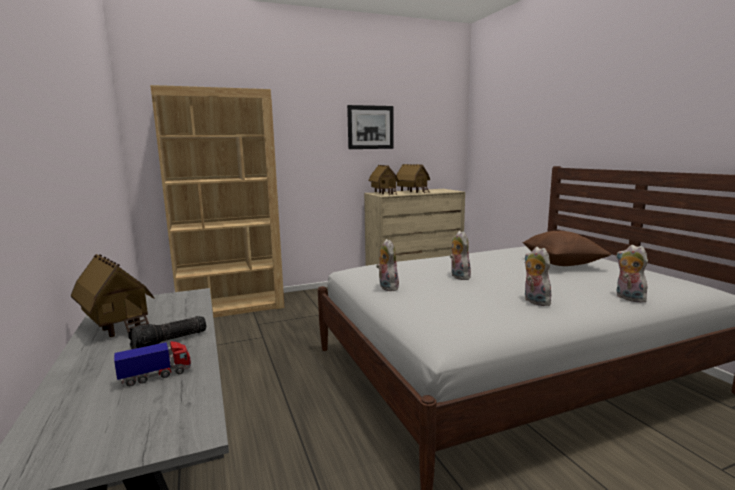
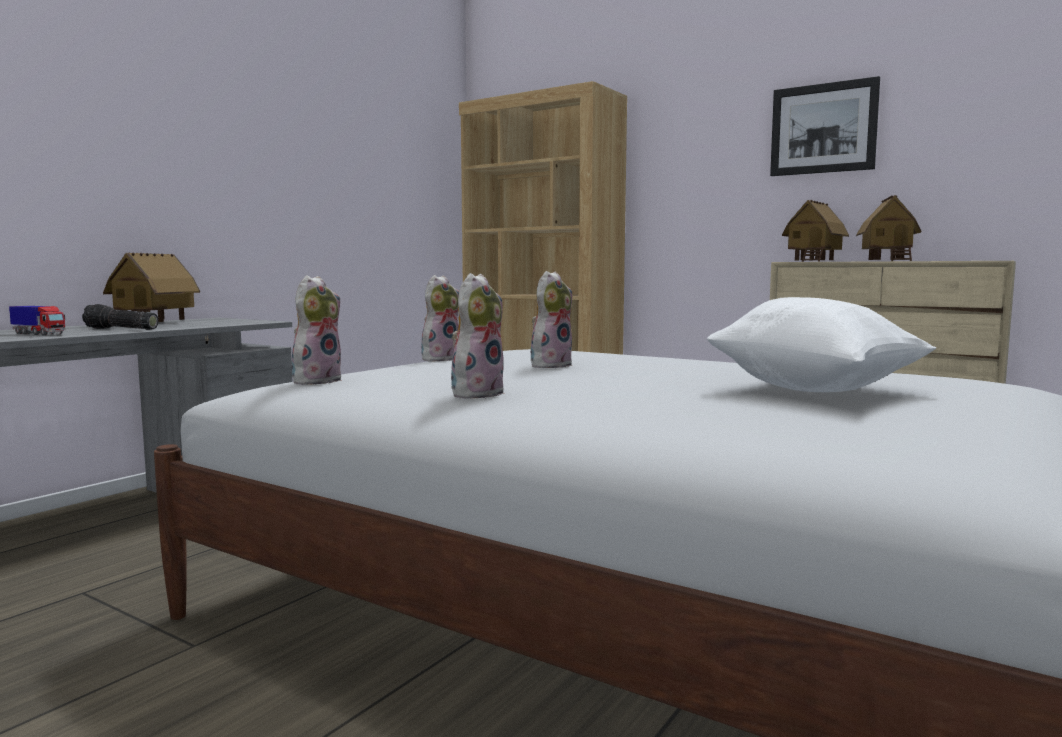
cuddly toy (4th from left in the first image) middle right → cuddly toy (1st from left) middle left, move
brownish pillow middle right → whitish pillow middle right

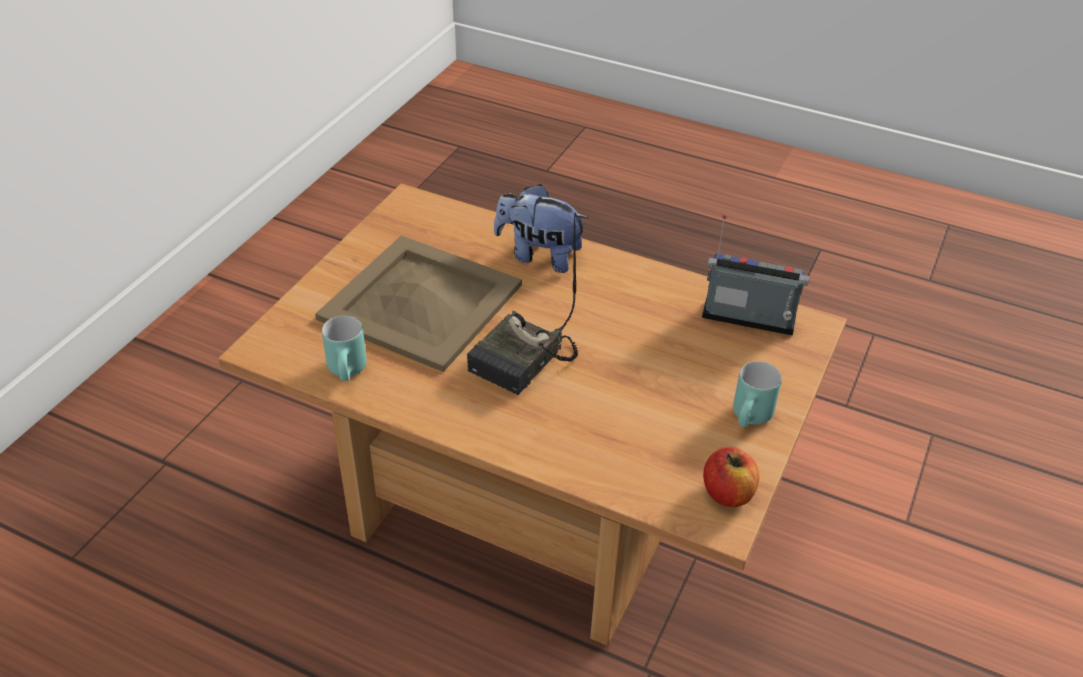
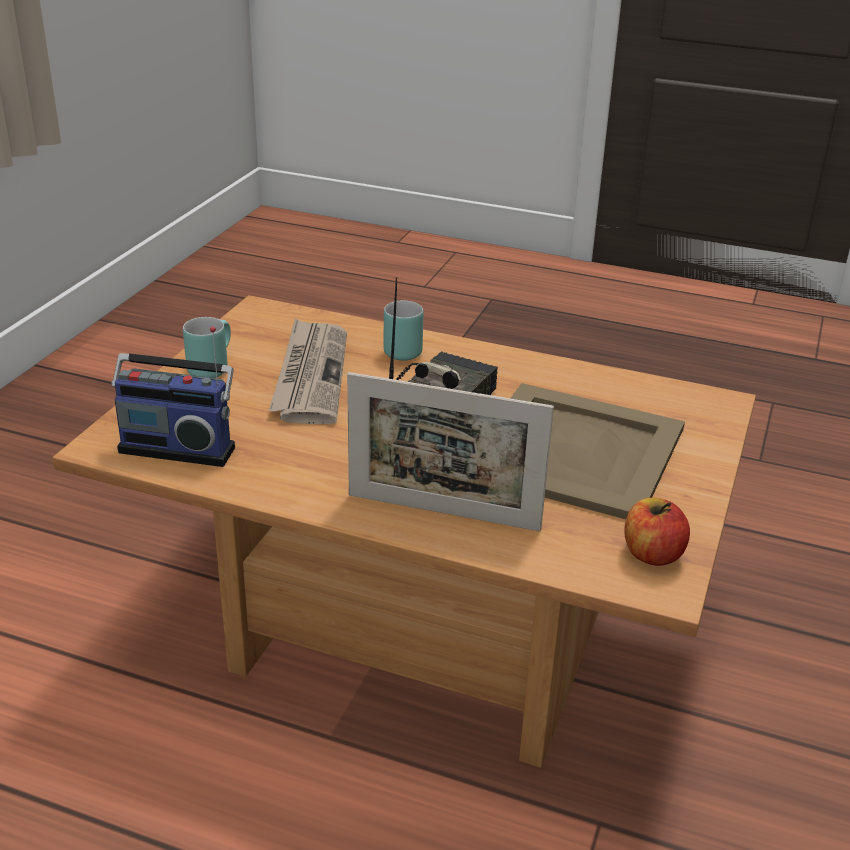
- → printed paper centre
blue-green tea mug (1st from left in the first image) middle left → blue-green tea mug (2nd from left) centre, move
whole apple bottom right → whole apple middle right, move
cuddly toy centre → photo frame centre

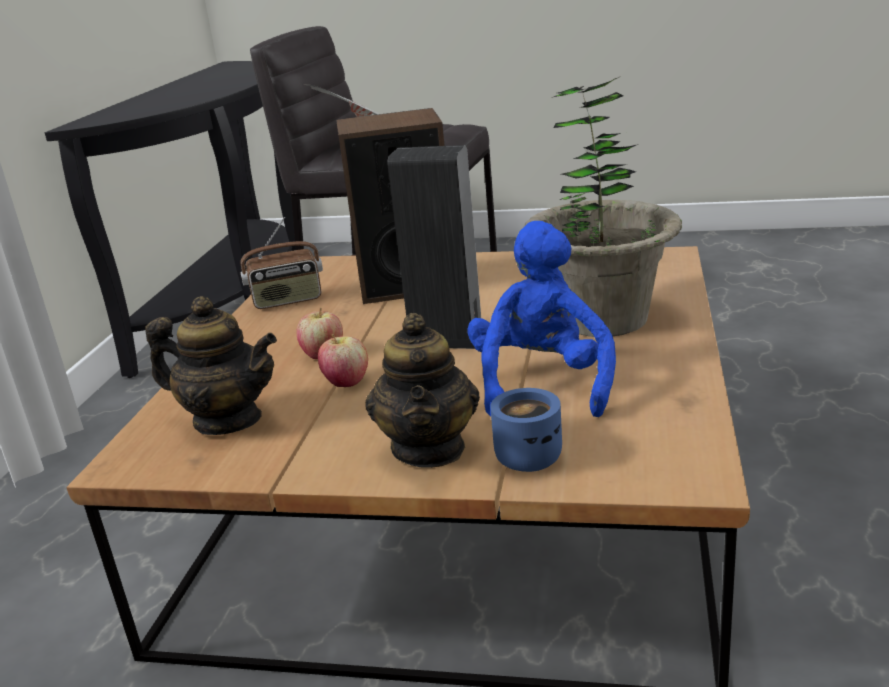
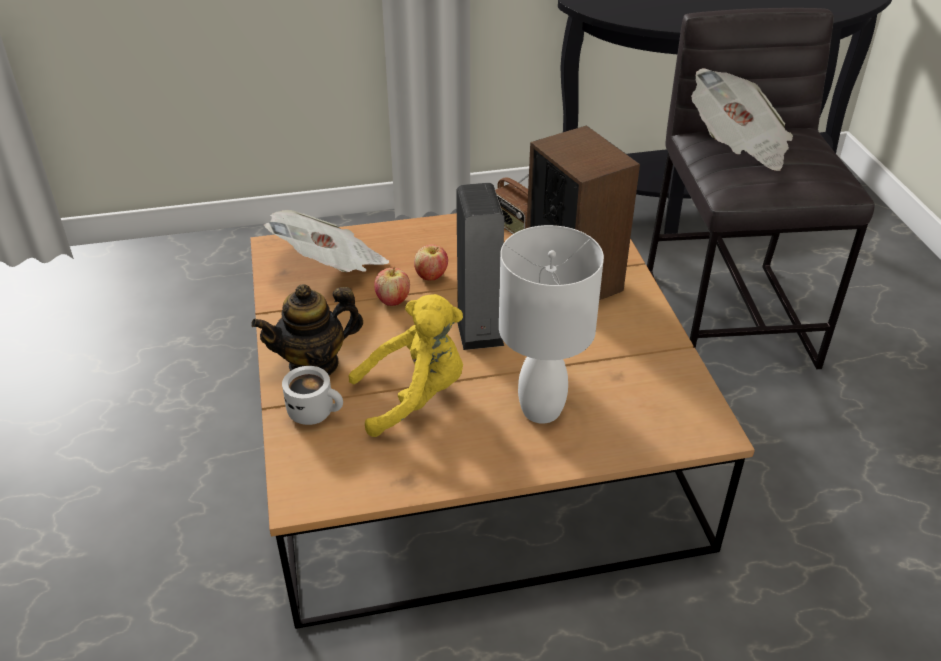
pot for tea (1st from left) middle left → printed paper (1st from left) centre
potted plant top right → whitish tabletop lamp centre
bluish cuddly toy centre → yellow cuddly toy centre
bluish tea mug centre → whitish tea mug middle left

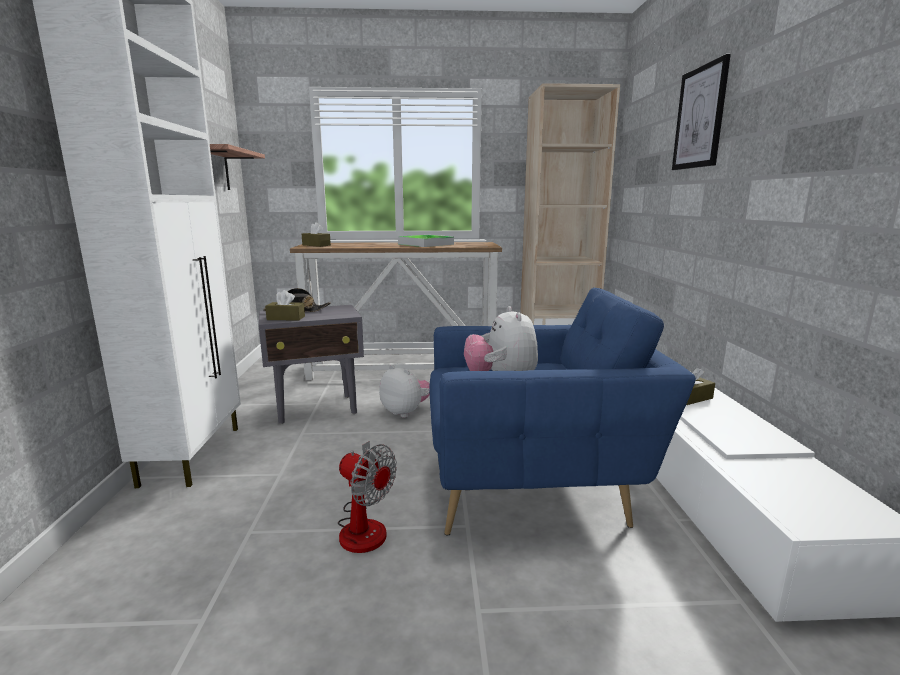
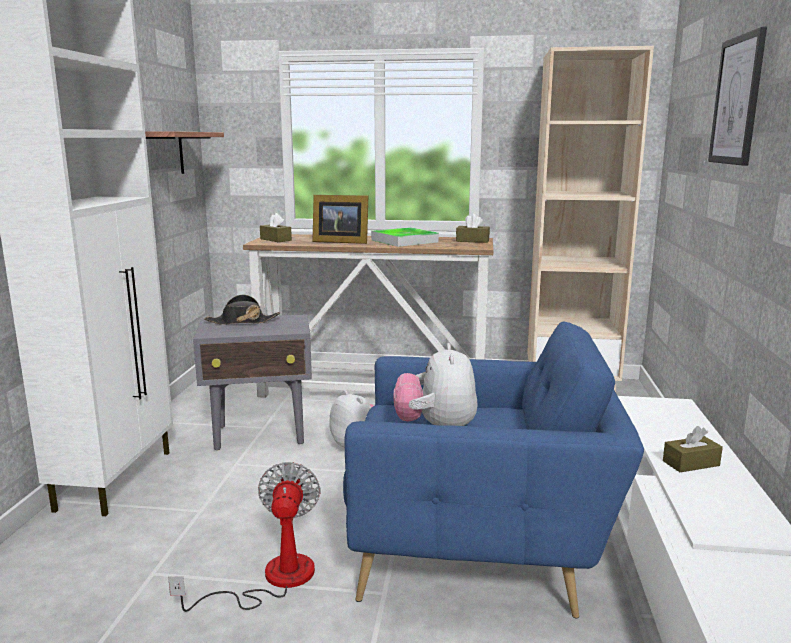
- → photo frame centre
brownish tissue holder (1st from left in the first image) middle left → brownish tissue holder (2nd from left) centre, move
electric fan bottom centre → electric fan bottom left, 135 degrees counterclockwise

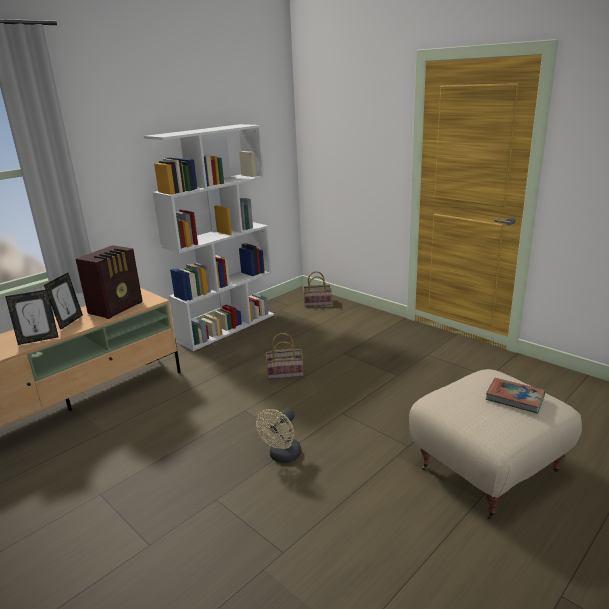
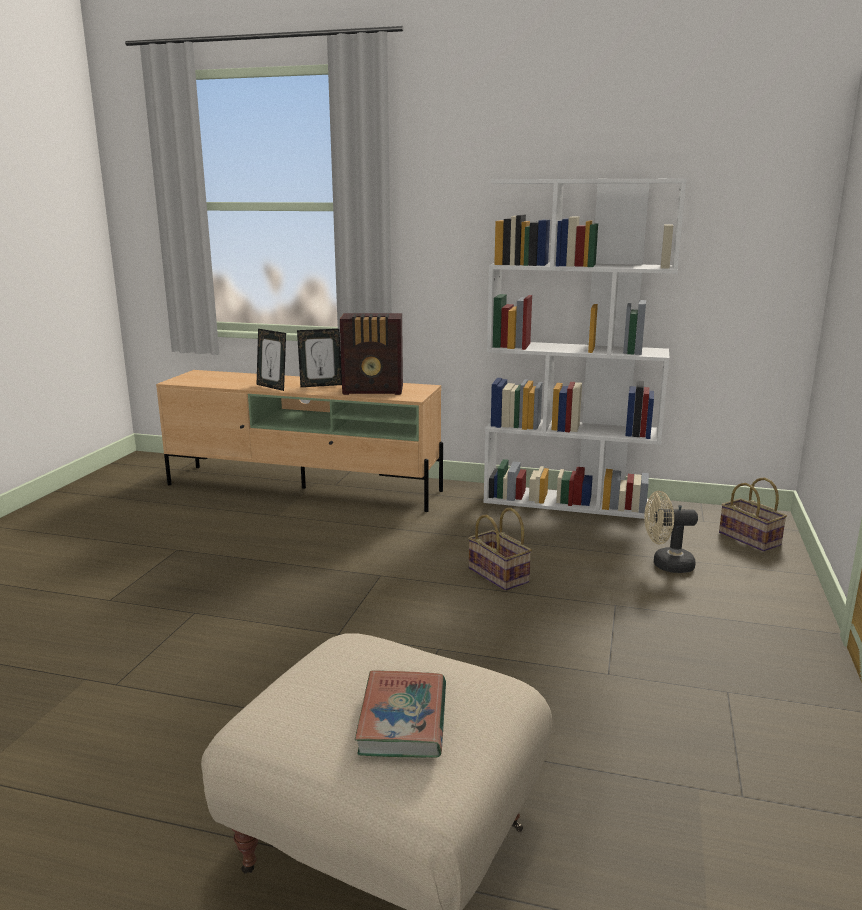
sand-coloured electric fan bottom centre → sand-coloured electric fan middle right, move

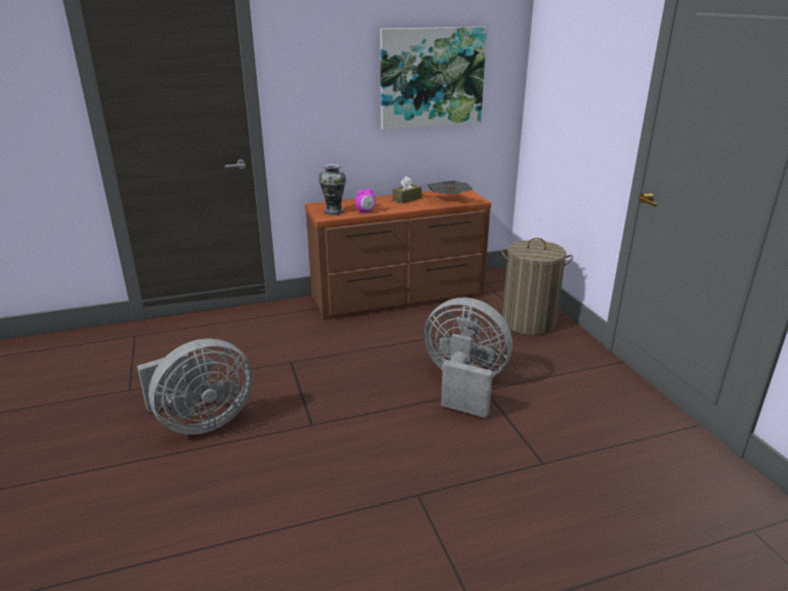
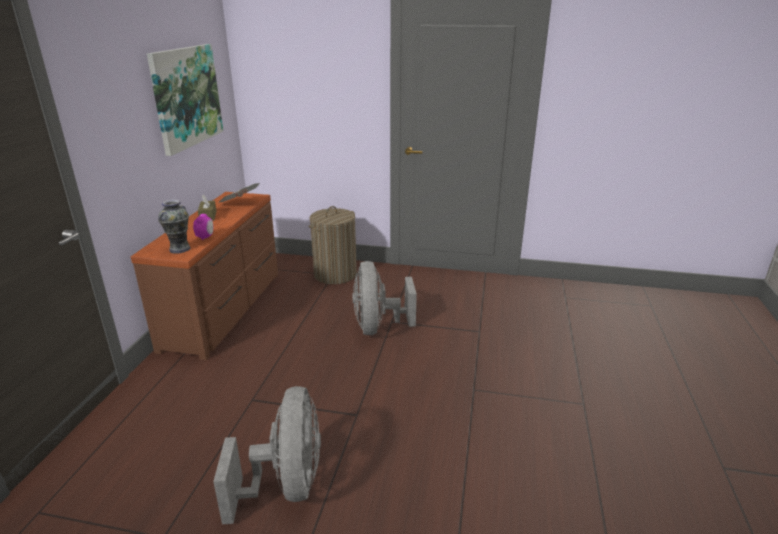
gray electric fan (2nd from left) centre, 60 degrees counterclockwise

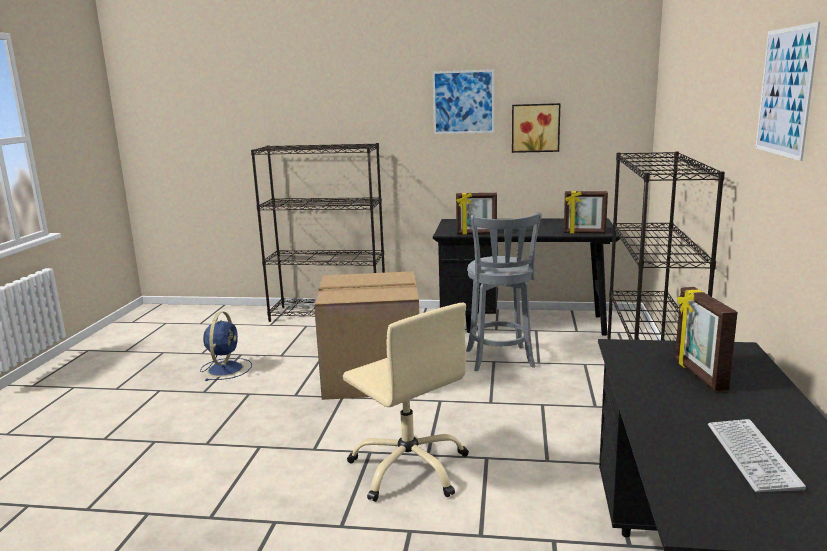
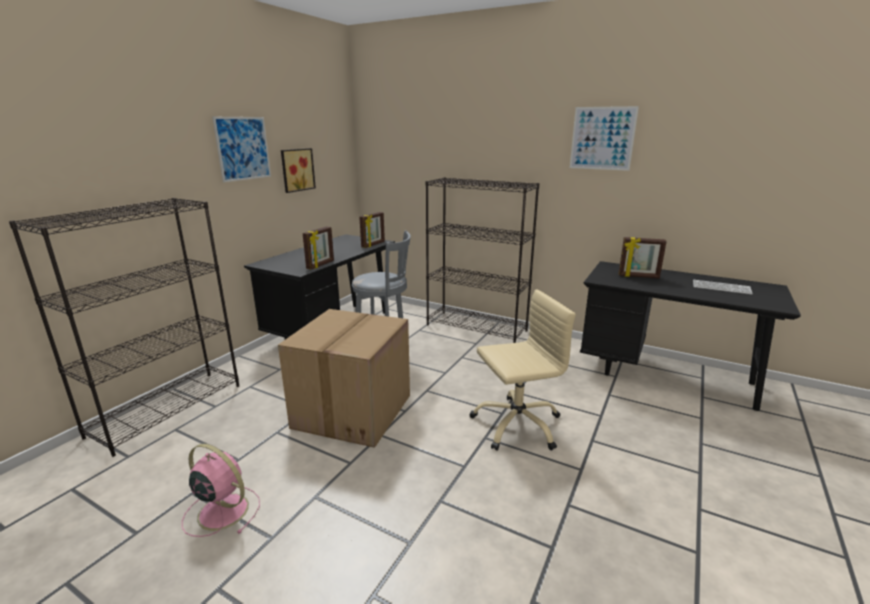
bluish electric fan middle left → pinkish electric fan bottom left

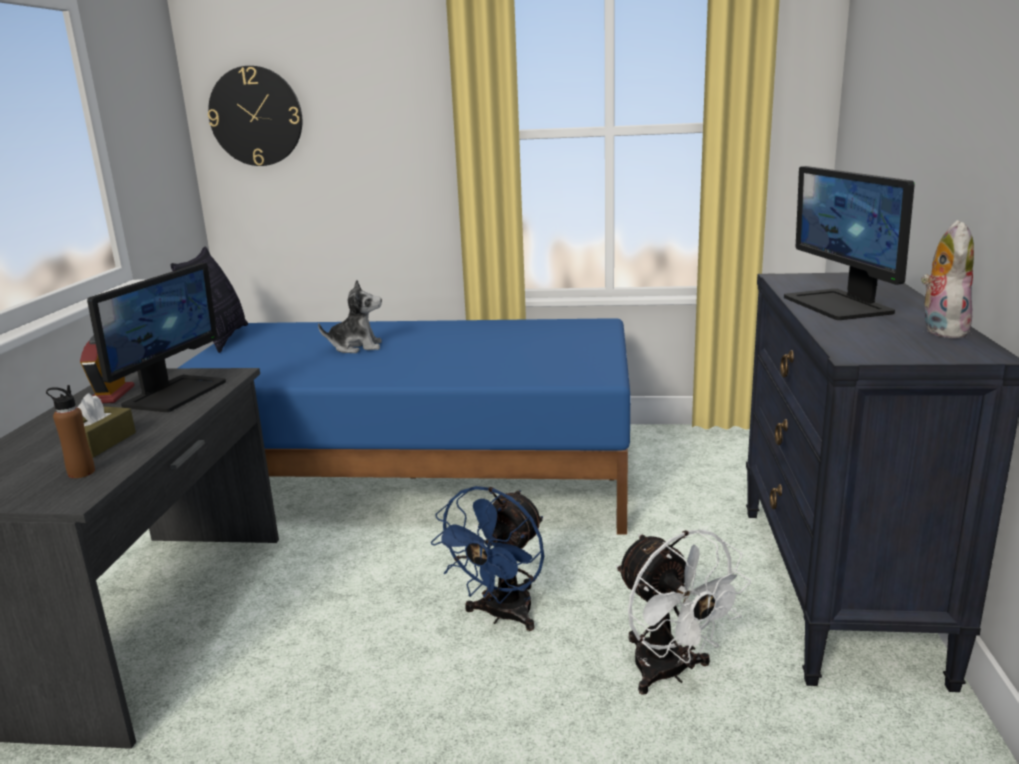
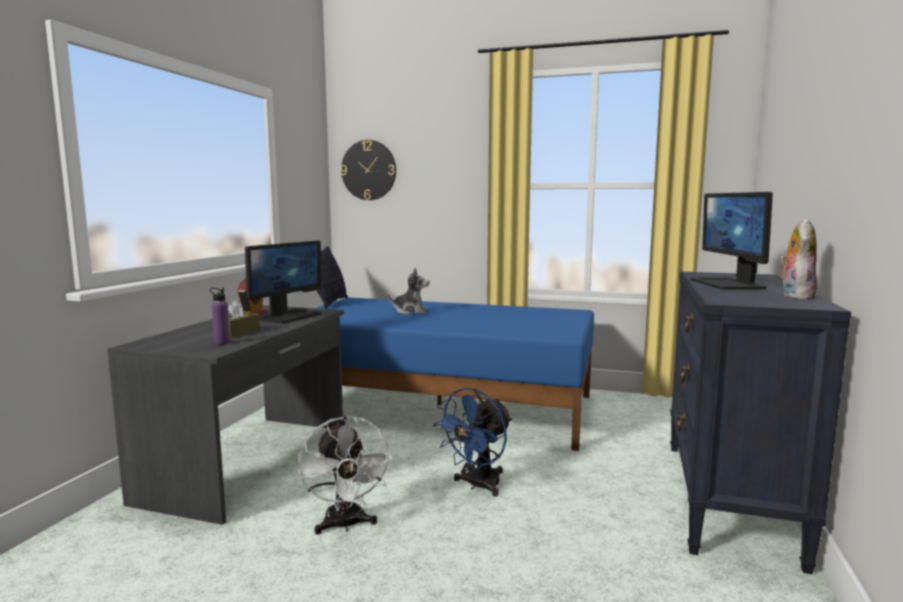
whitish electric fan bottom right → whitish electric fan bottom centre, move
brownish drink bottle middle left → purple-coloured drink bottle middle left

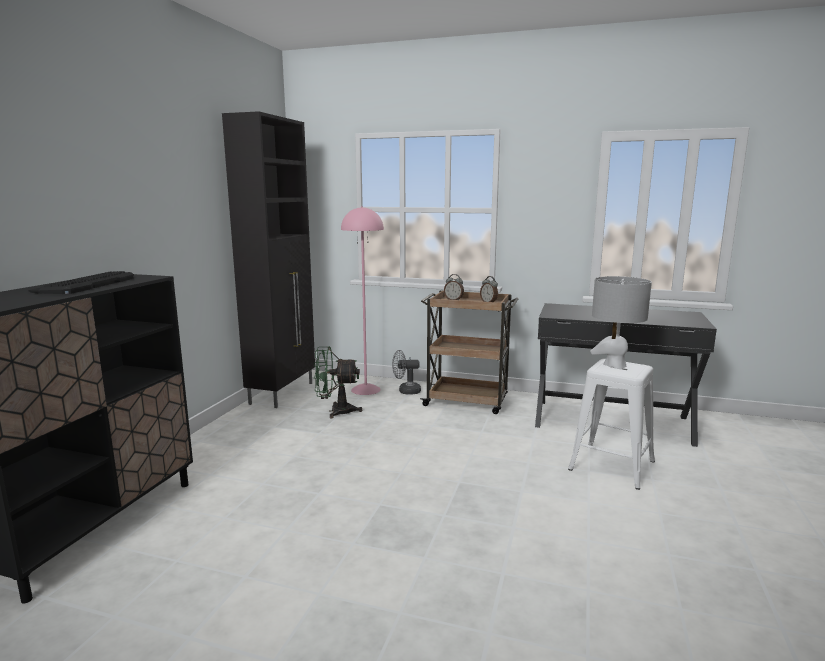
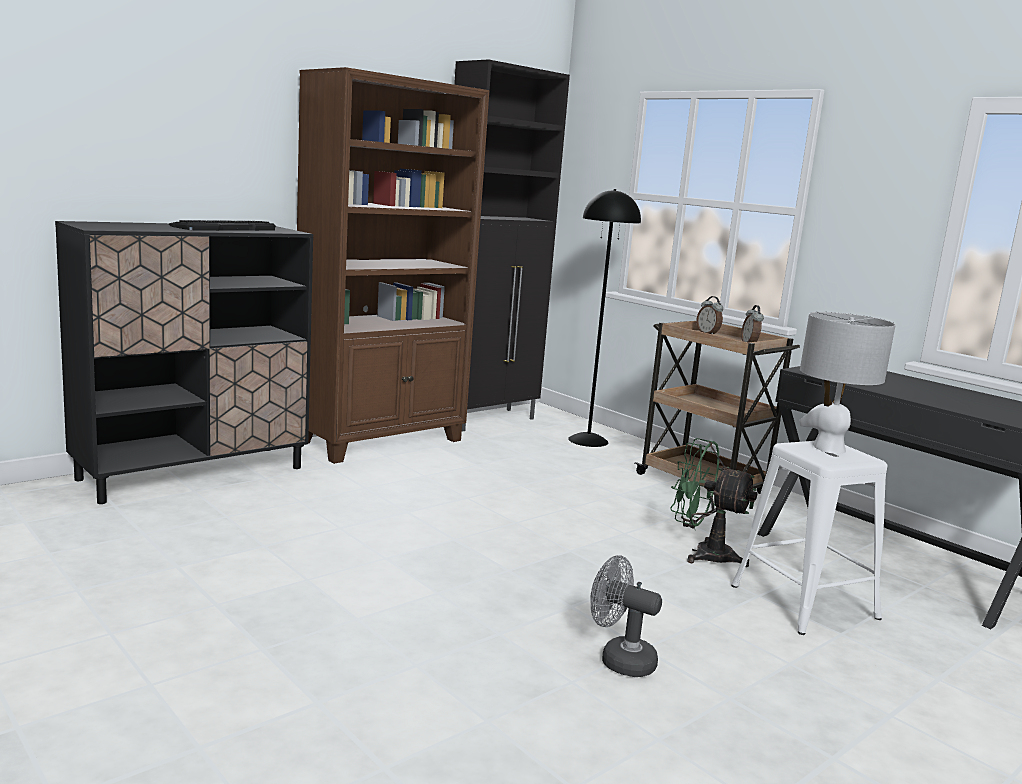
- → brownish bookshelf centre
green-coloured electric fan centre → green-coloured electric fan middle right, move
gray electric fan centre → gray electric fan bottom centre, move
pinkish standard lamp centre → black standard lamp centre

